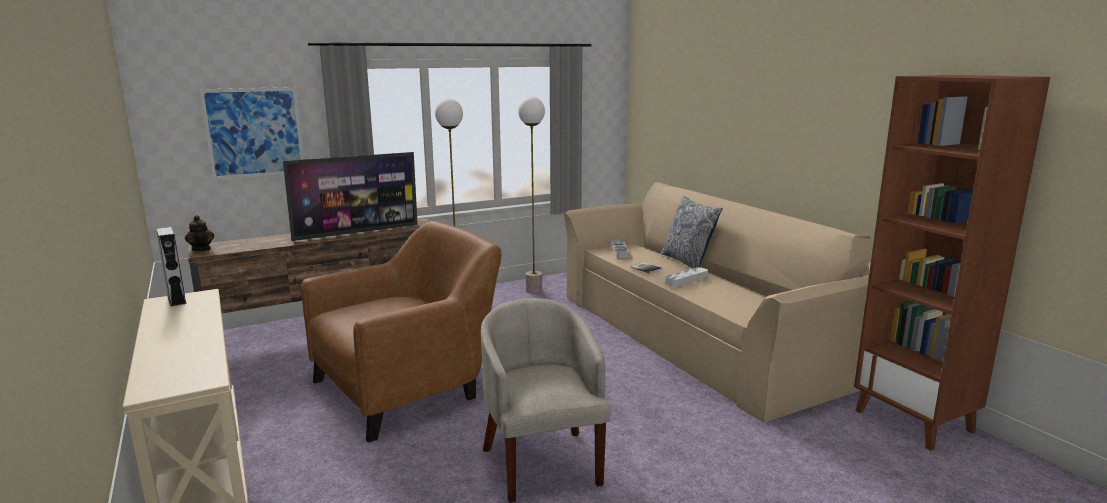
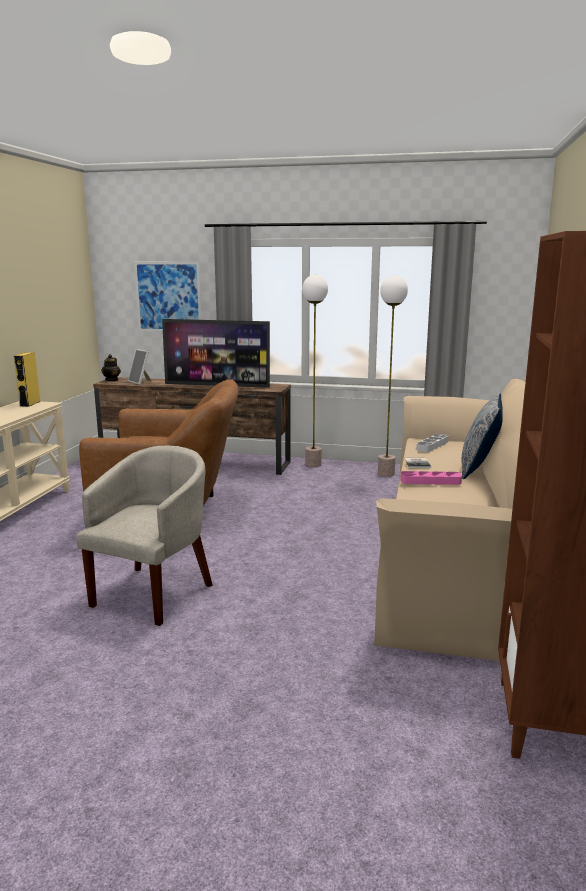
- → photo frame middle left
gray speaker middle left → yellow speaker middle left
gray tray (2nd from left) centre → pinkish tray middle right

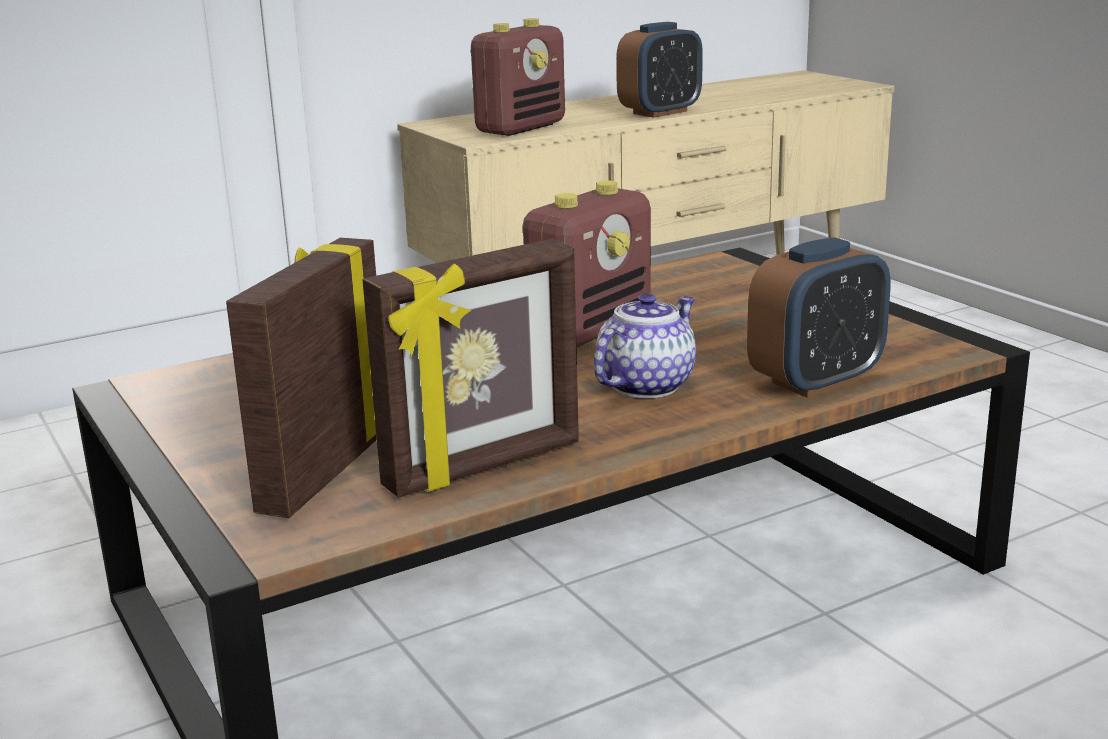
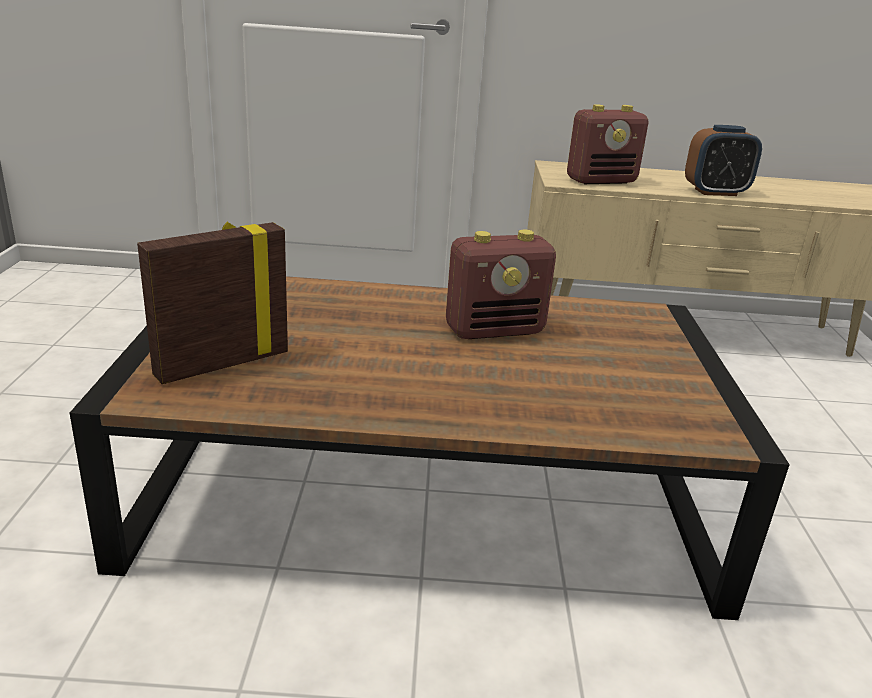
photo frame (2nd from left) centre → -
pot for tea centre → -
table clock (2nd from left) middle right → -

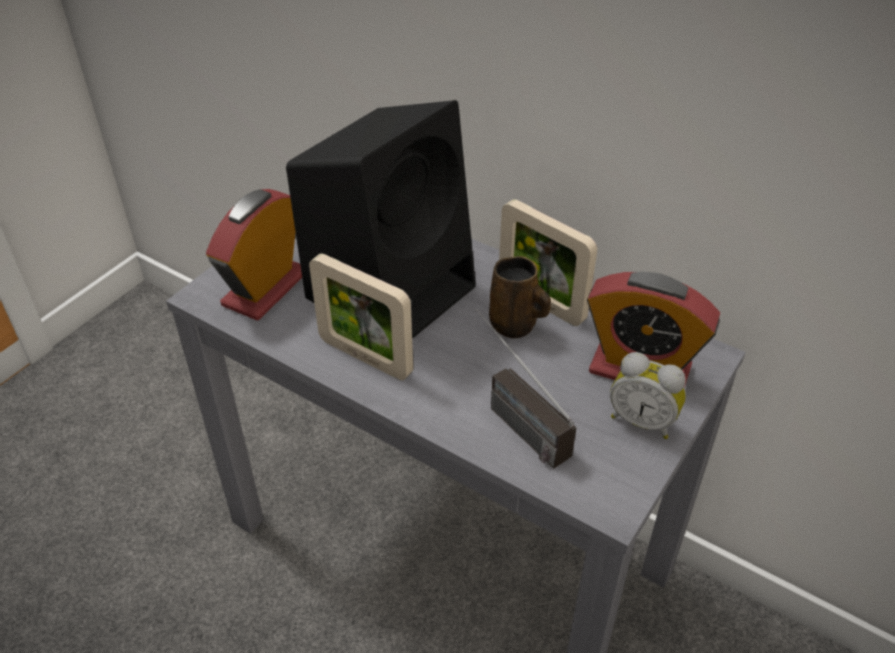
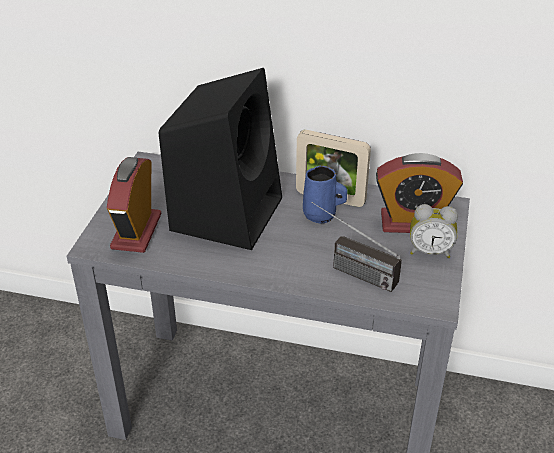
photo frame (1st from left) centre → -
brownish tea mug centre → bluish tea mug centre

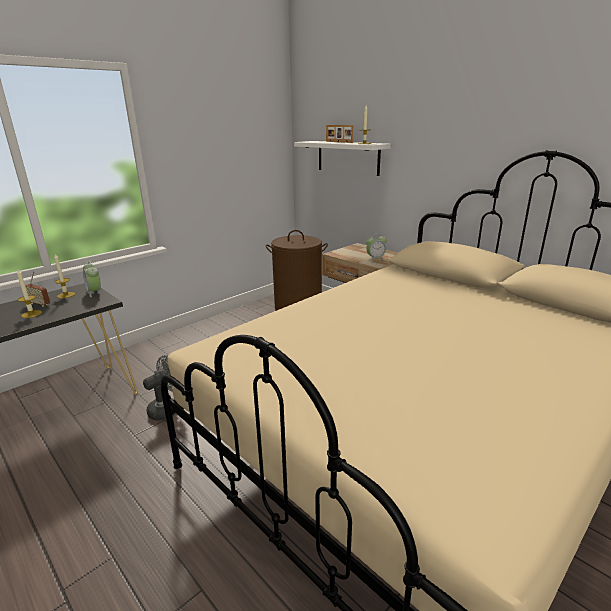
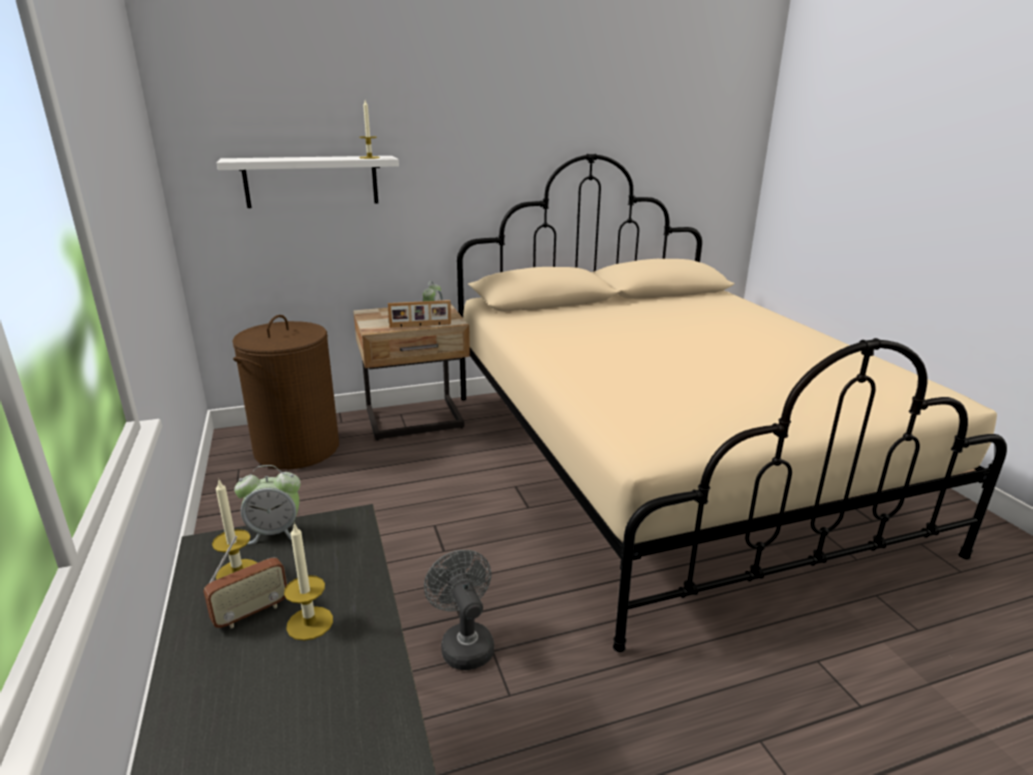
photo frame top centre → photo frame centre, move

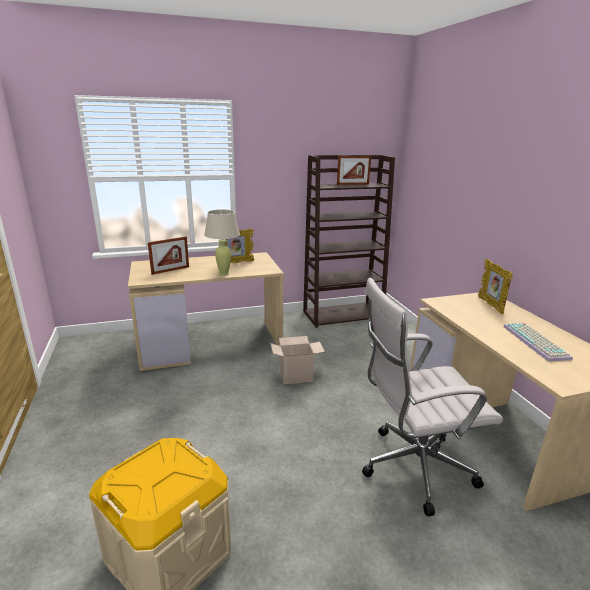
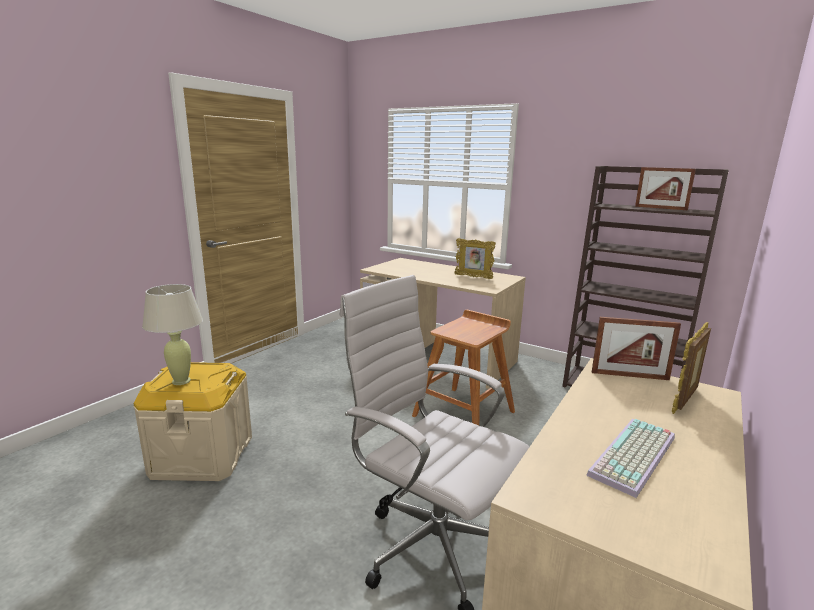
photo frame (1st from left in the first image) middle left → photo frame (2nd from left) middle right, move
sand-coloured tabletop lamp centre → sand-coloured tabletop lamp middle left, move
packing box centre → brownish stool centre

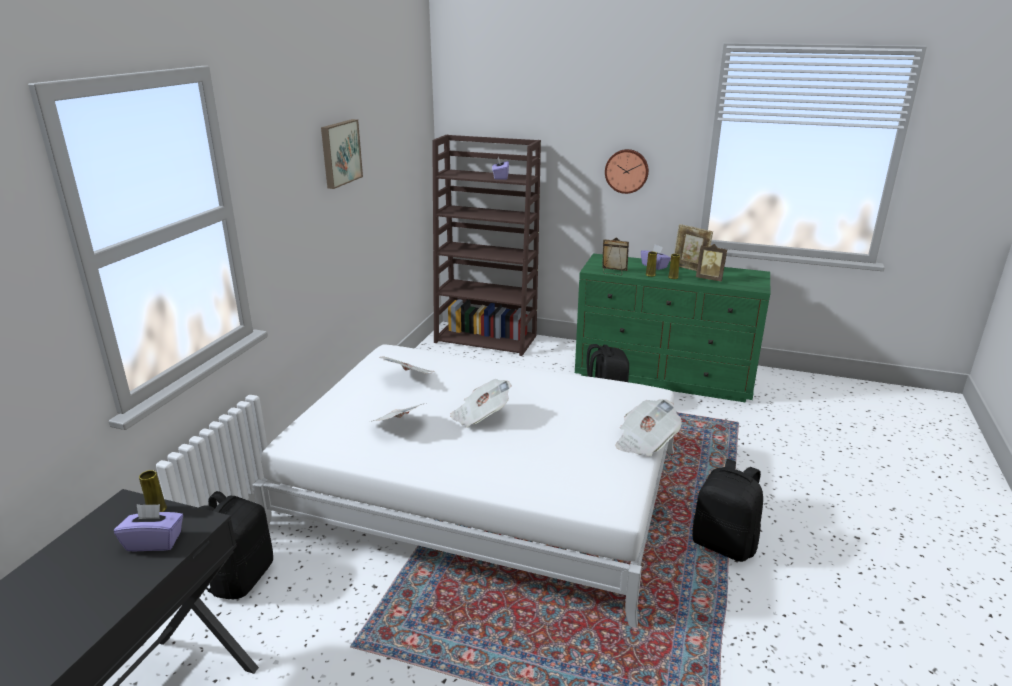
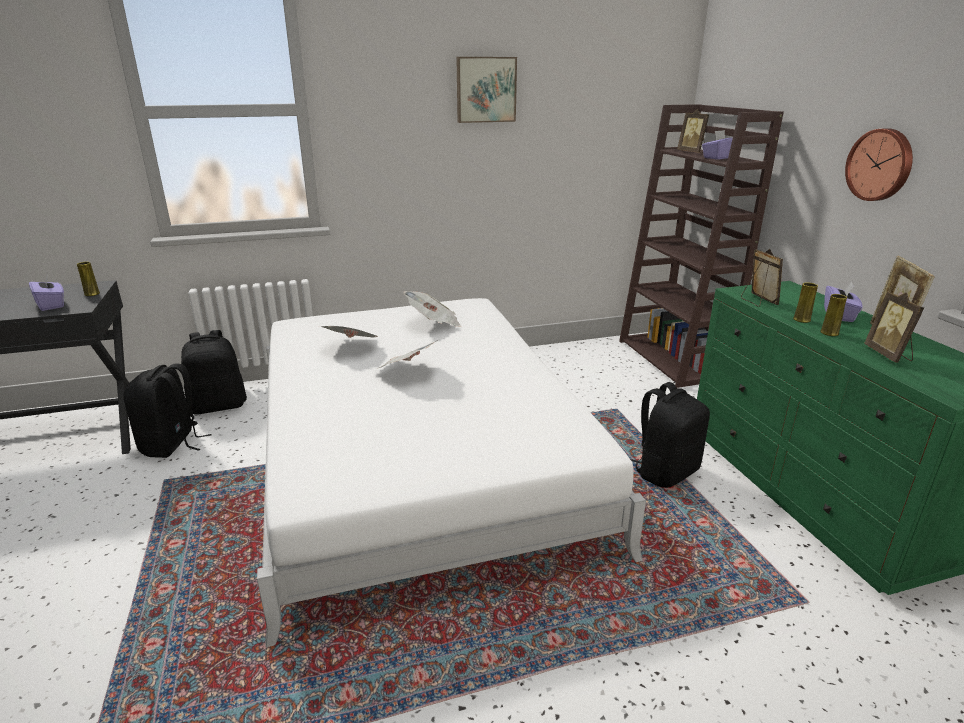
printed paper (4th from left) centre → -
- → photo frame (1st from left) top right
black rucksack (3rd from left in the first image) bottom right → black rucksack (1st from left) middle left, move

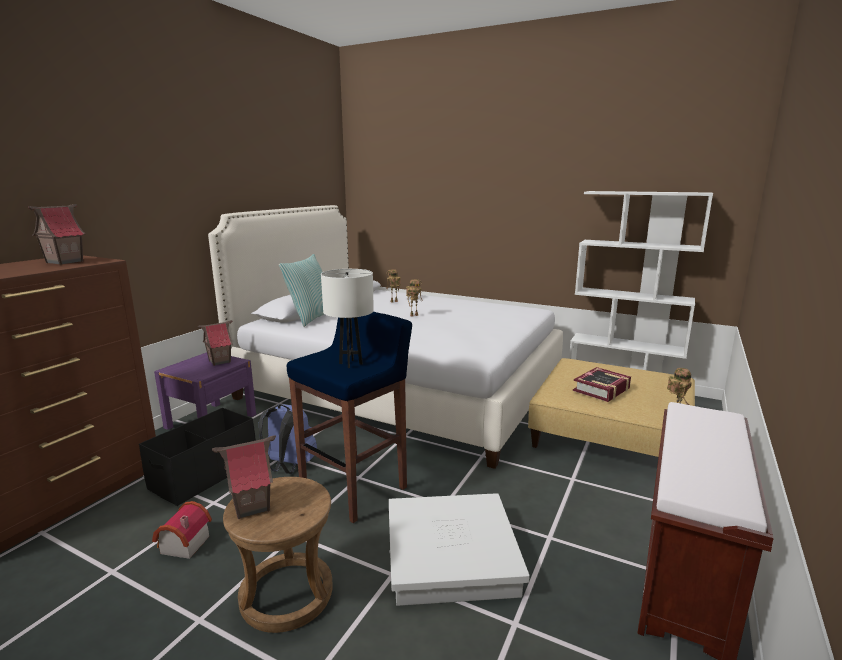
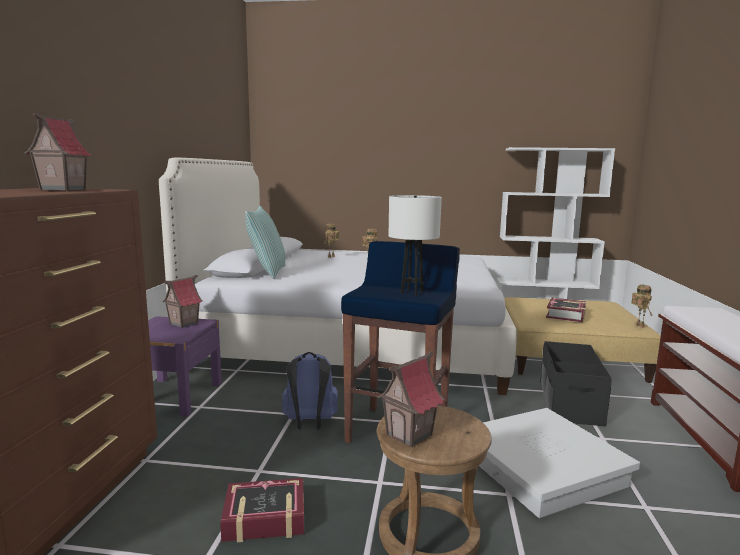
black storage box bottom left → black storage box bottom right, move
miniature house (2nd from left) bottom left → book (1st from left) bottom centre

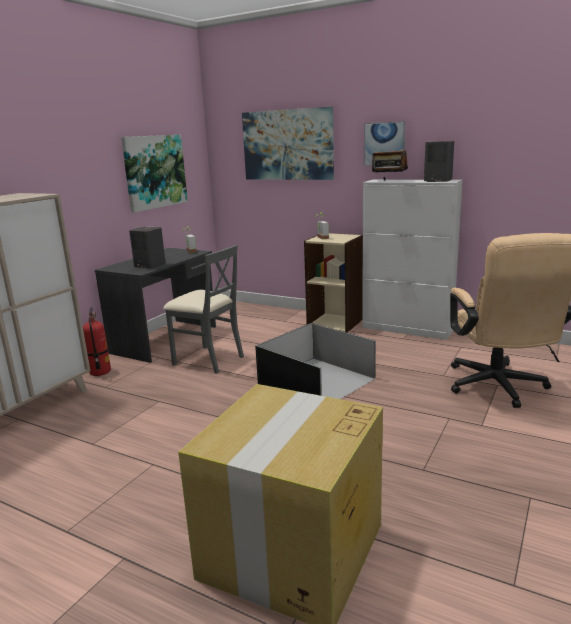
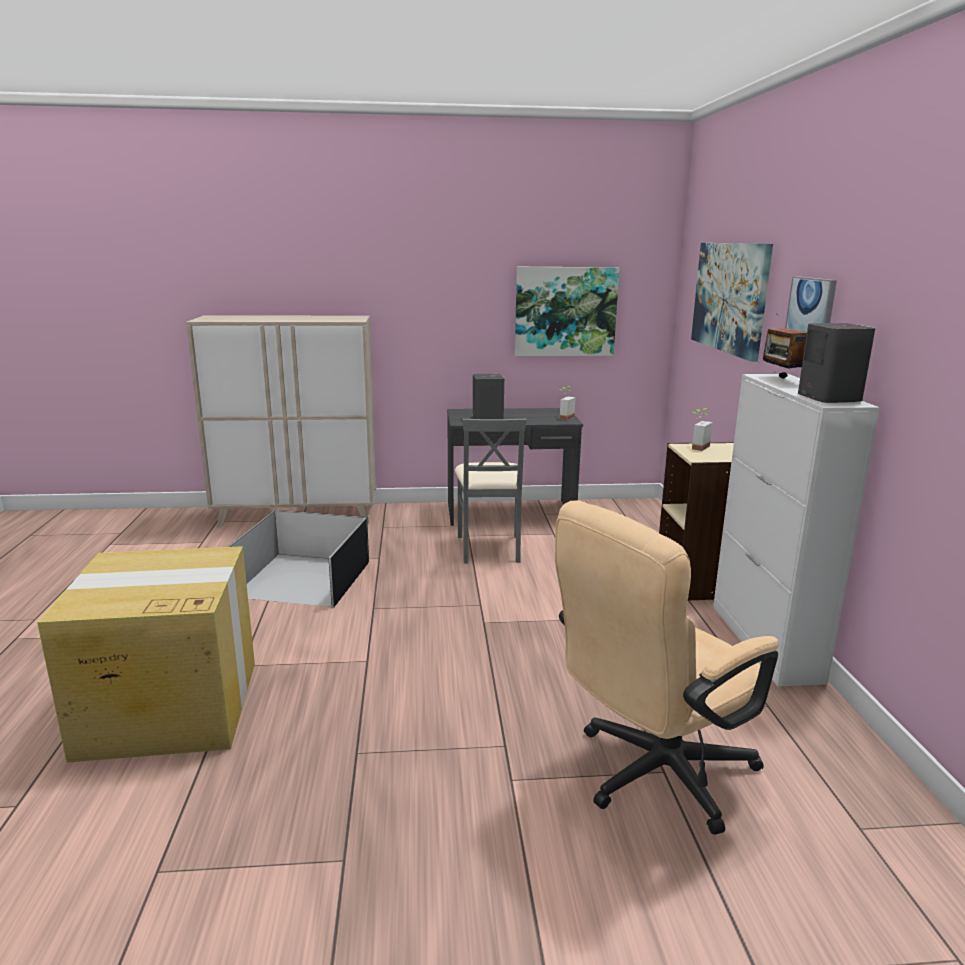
extinguisher middle left → -
black storage box centre → black storage box middle left, move

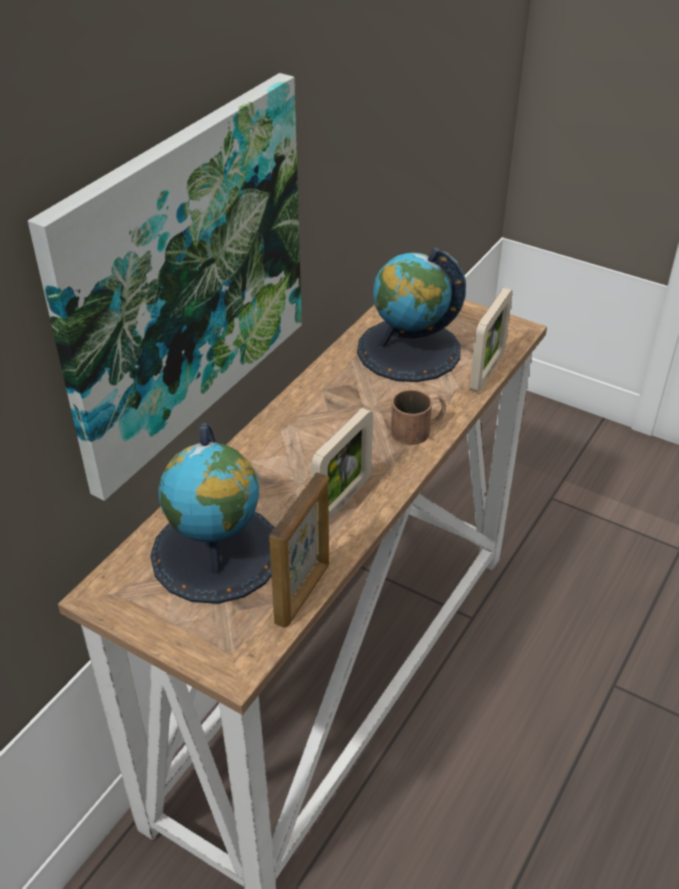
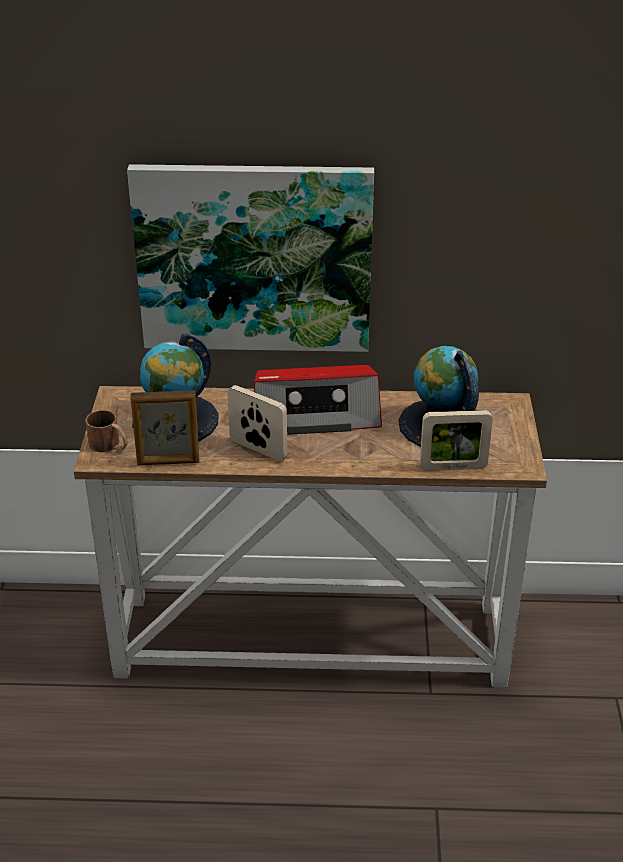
- → radio set centre
brownish tea mug centre → brownish tea mug middle left, move
photo frame (2nd from left) centre, 150 degrees counterclockwise

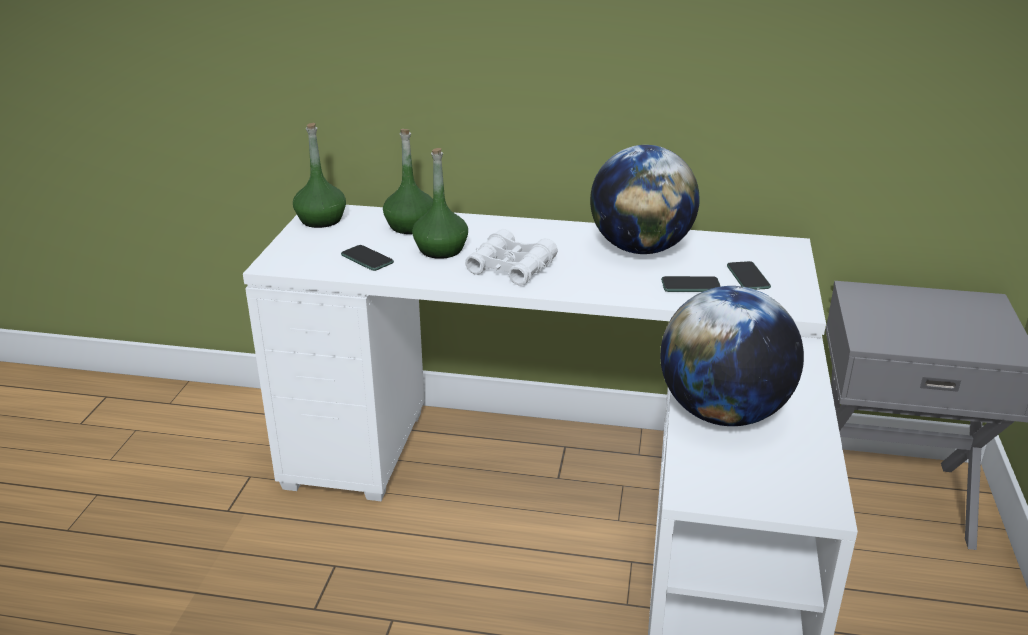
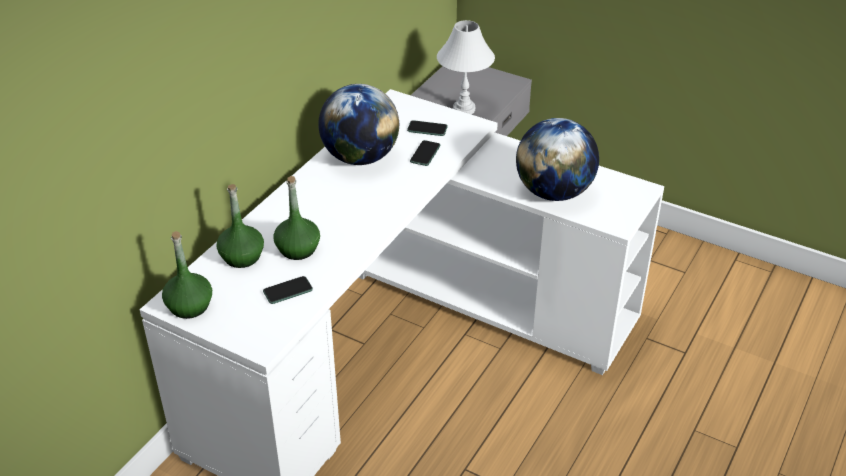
whitish field glasses centre → -
- → whitish tabletop lamp top centre

